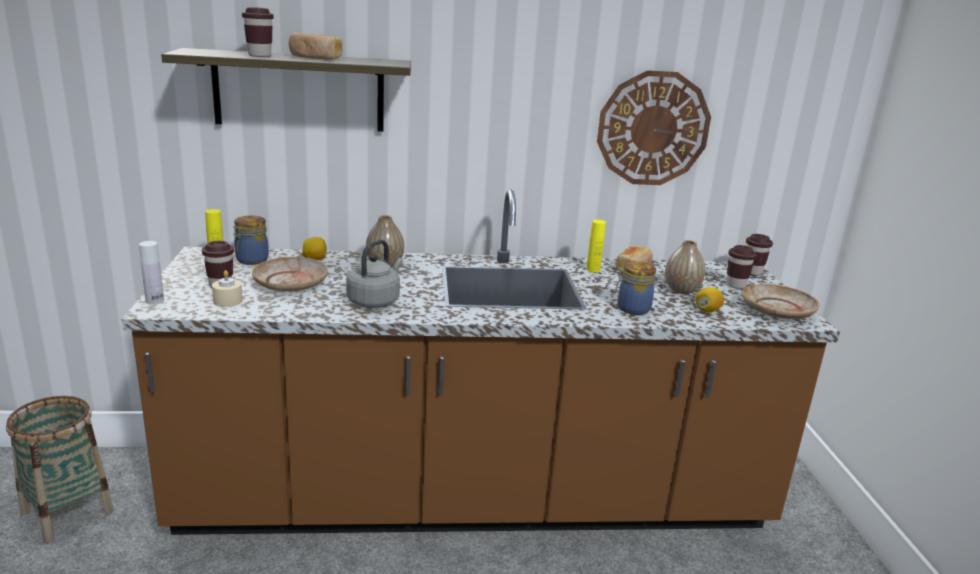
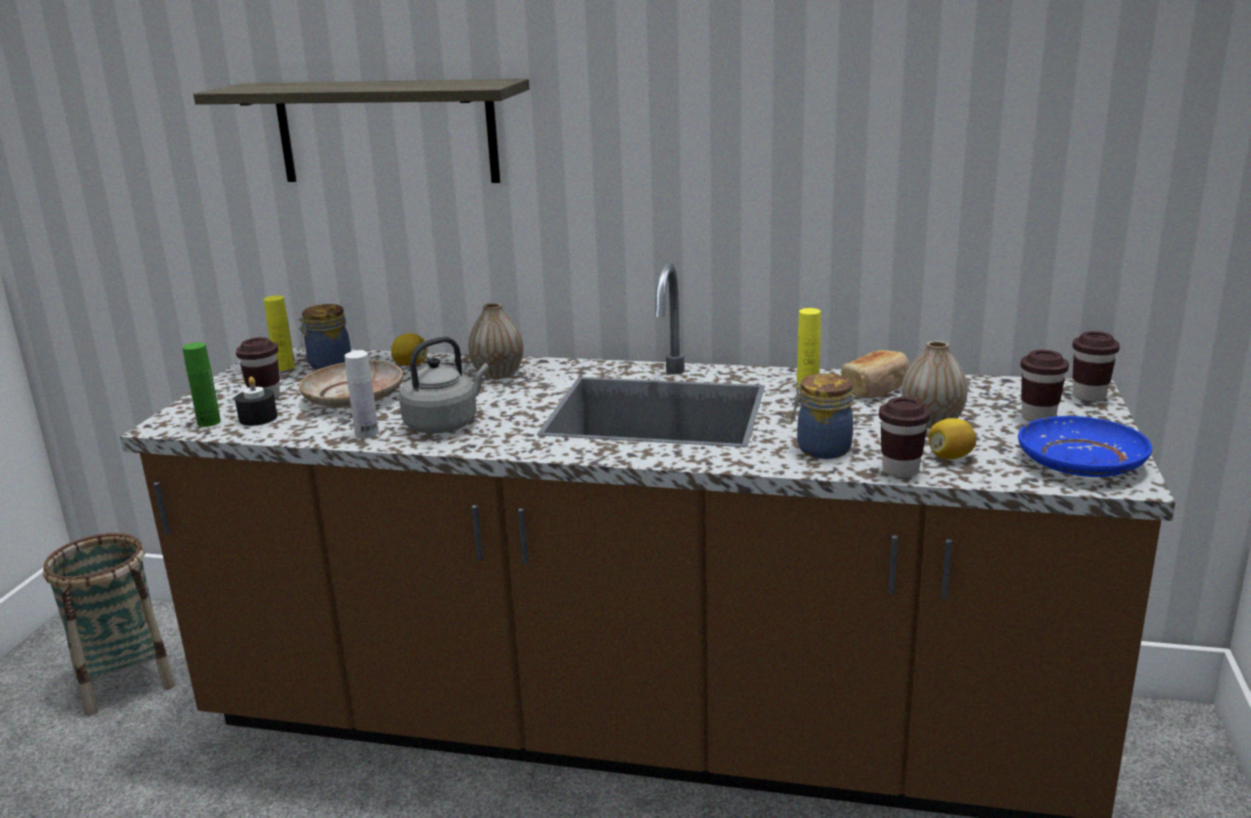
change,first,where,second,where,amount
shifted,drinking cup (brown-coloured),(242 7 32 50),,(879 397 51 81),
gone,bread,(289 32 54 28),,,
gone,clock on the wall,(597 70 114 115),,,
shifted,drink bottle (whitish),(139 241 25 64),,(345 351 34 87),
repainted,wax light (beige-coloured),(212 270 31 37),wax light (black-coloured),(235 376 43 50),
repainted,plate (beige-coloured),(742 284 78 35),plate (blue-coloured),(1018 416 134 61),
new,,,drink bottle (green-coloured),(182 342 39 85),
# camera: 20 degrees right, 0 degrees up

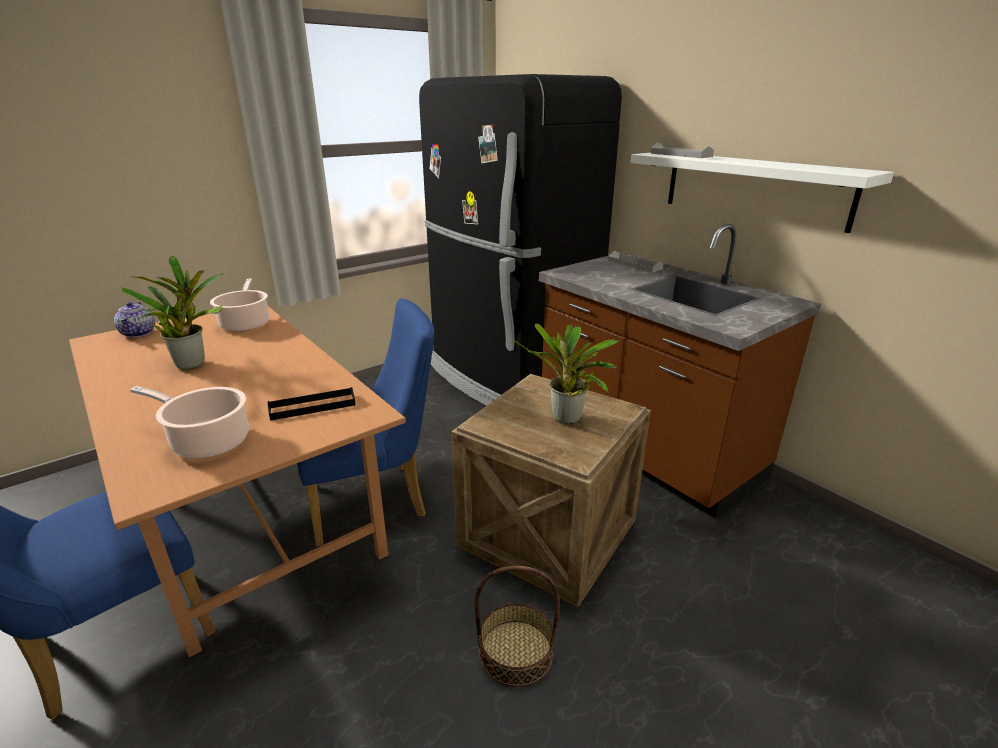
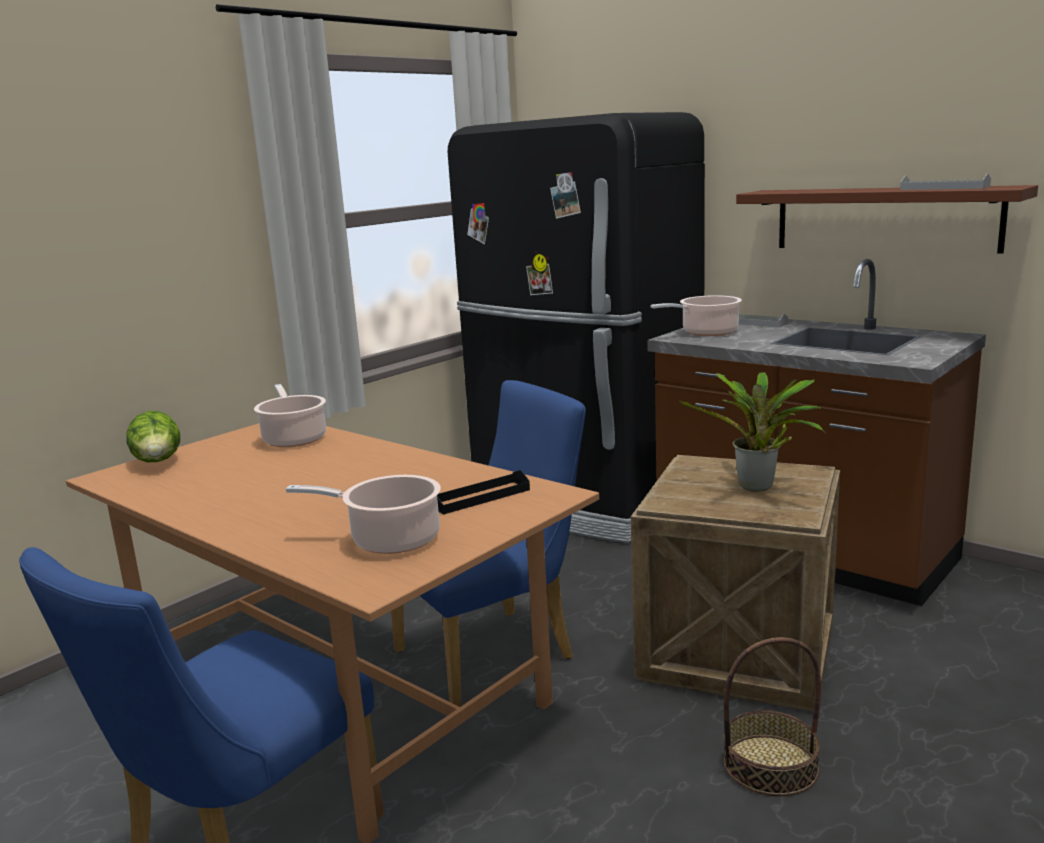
change,first,where,second,where,amount
shifted,carrying tray (gray),(651 142 63 16),,(900 173 91 17),
repainted,wall shelf (whitish),(630 153 264 80),wall shelf (brown-coloured),(736 185 302 69),
gone,houseplant,(121 256 102 114),,,
swapped,tea pot,(114 301 41 37),lettuce head,(126 411 54 51),
new,,,saucepot,(650 295 92 41),
# camera: 10 degrees left, 10 degrees down

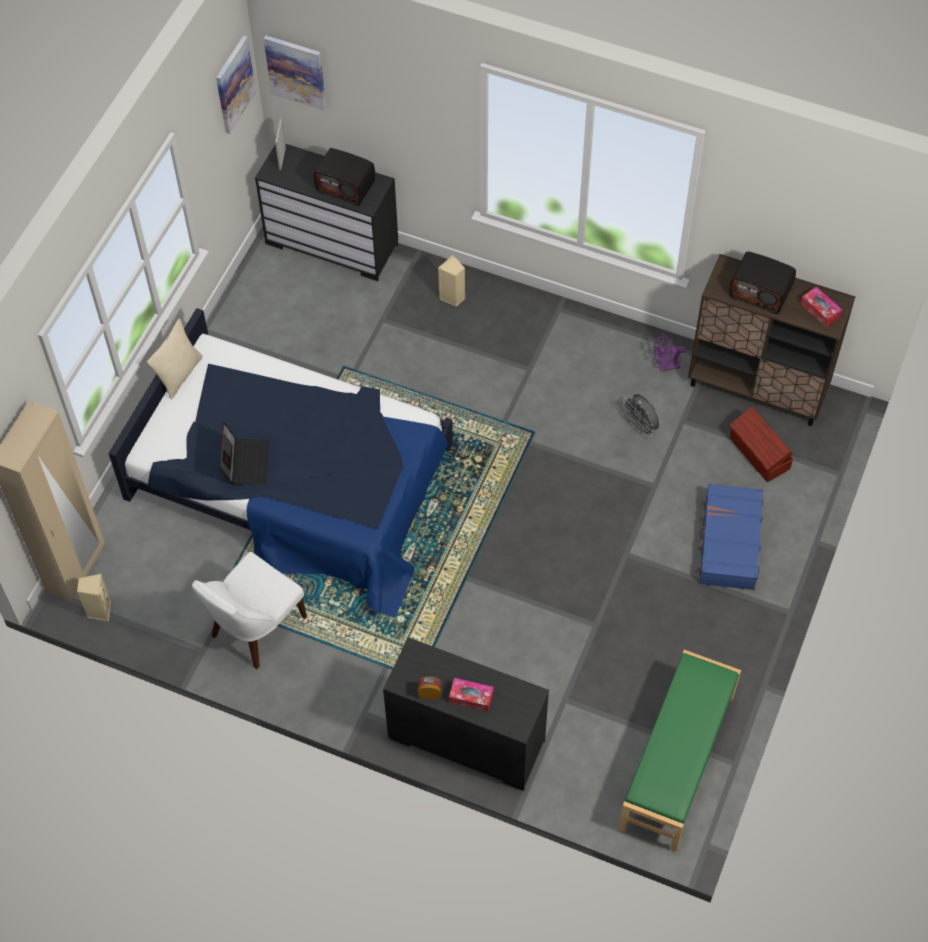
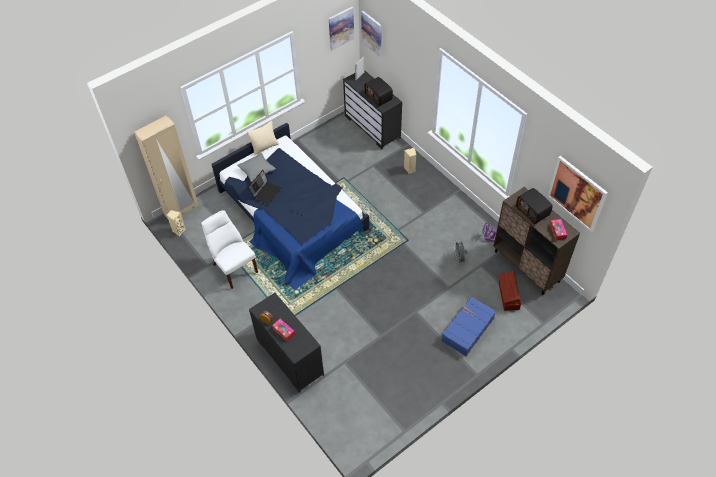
change,first,where,second,where,amount
rotated,upright chair (whitish),(192 552 115 117),,(201 210 57 79),75 degrees clockwise
gone,indoor bench (green-coloured),(619 650 122 202),,,
new,,,pillow (gray),(237 152 39 30),
new,,,wall picture,(547 156 61 76),
# camera: 30 degrees right, 5 degrees down

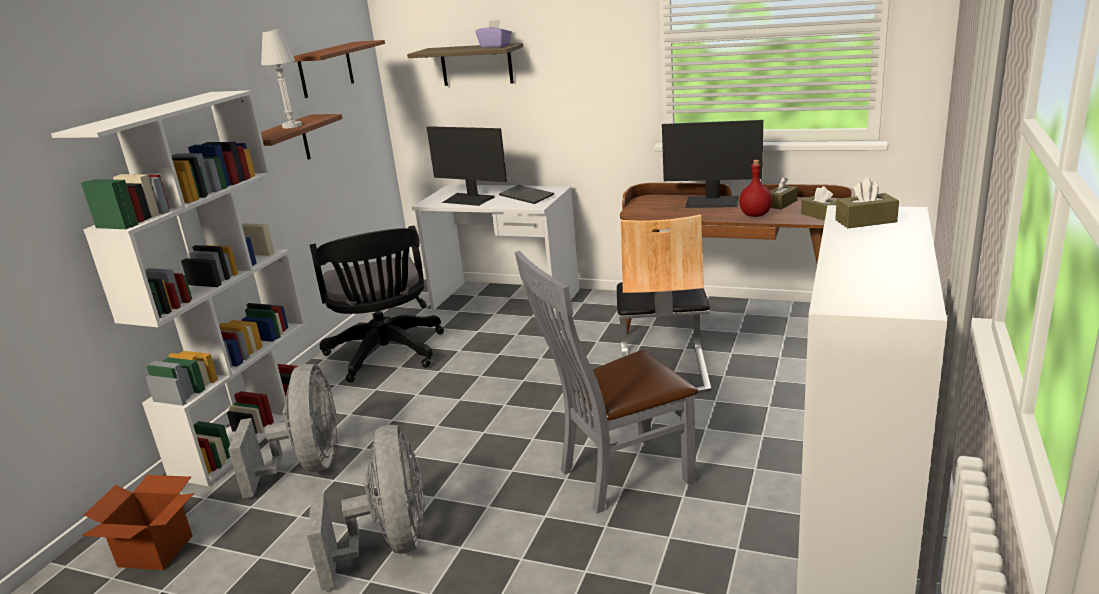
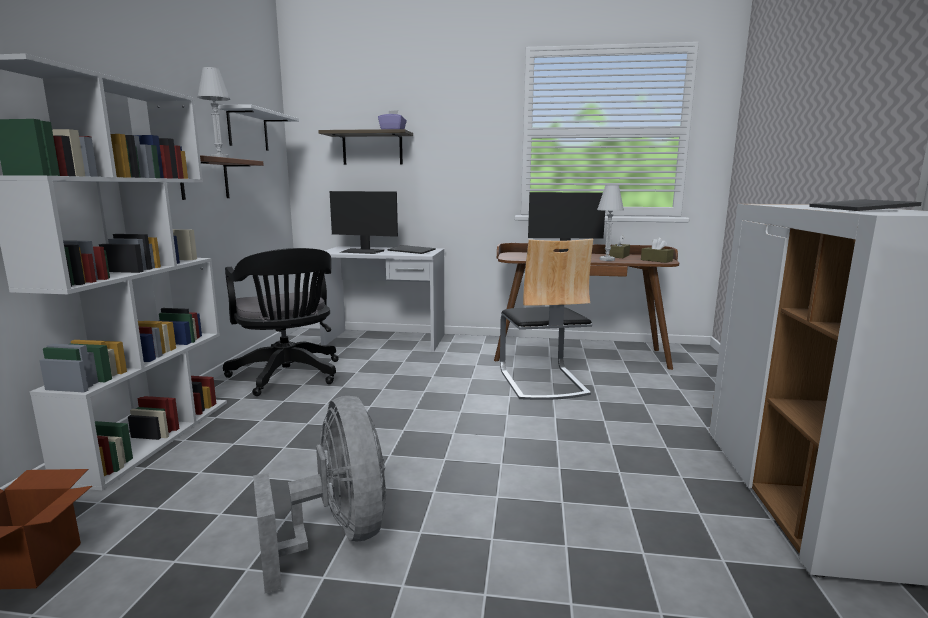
change,first,where,second,where,amount
repainted,wall shelf (brown-coloured),(293 40 92 58),wall shelf (whitish),(218 104 81 47),
swapped,drink bottle (red),(739 160 33 57),lamp for a table (whitish),(597 185 27 76),
gone,tissue box (brown-coloured),(835 178 64 50),,,
gone,upright chair (gray),(515 251 183 262),,,
gone,electric fan (gray),(228 364 109 134),,,
new,,,PC keyboard,(809 199 112 12),
# camera: 15 degrees left, 10 degrees down

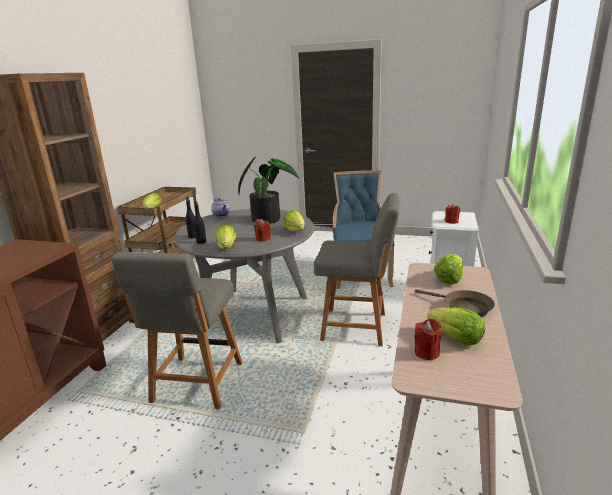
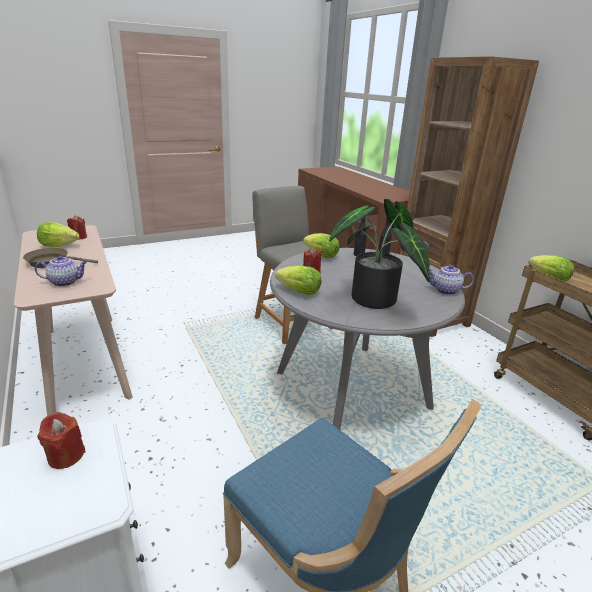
change,first,where,second,where,amount
gone,upright chair (gray),(314 193 85 153),,,
swapped,lettuce head,(434 254 29 30),tea pot,(35 255 52 32),
# camera: 135 degrees right, 5 degrees up

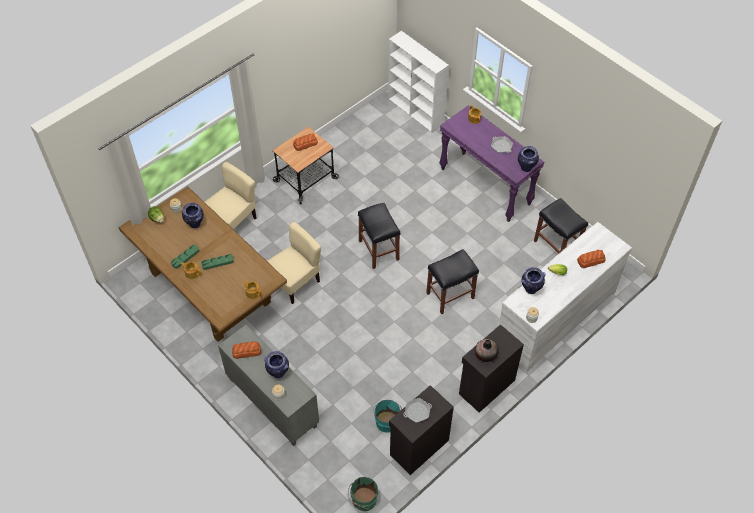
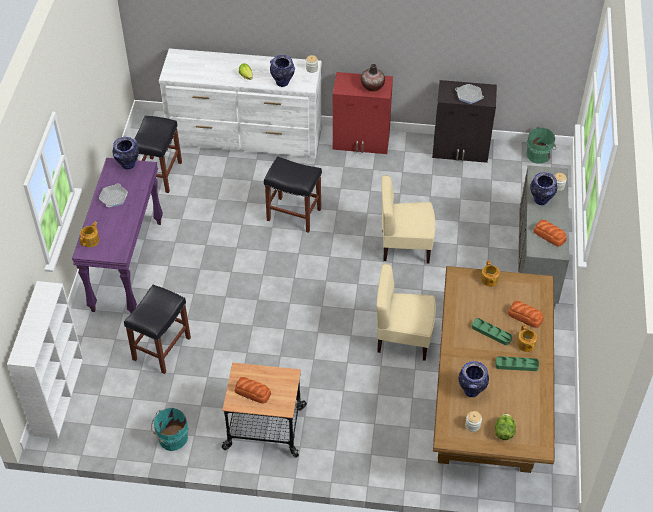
change,first,where,second,where,amount
shifted,upright chair (beige-coloured),(205 161 52 69),,(382 175 53 88),
shifted,sitting stool (black-coloured),(358 203 43 66),,(124 285 67 89),
shifted,bread,(577 250 28 18),,(508 301 35 27),
repainted,cabinet (black-coloured),(459 324 65 89),cabinet (red),(333 72 60 82),
shifted,water bucket (turquoise-coloured),(373 400 29 33),,(151 408 37 43),
# camera: 130 degrees left, 5 degrees down

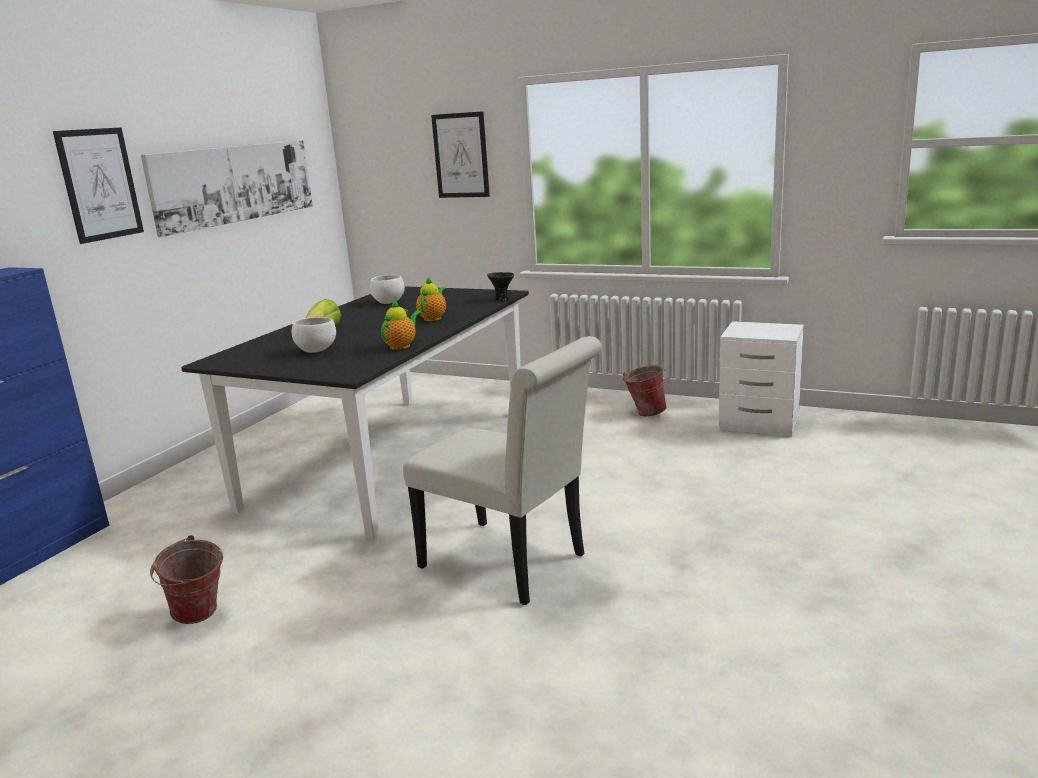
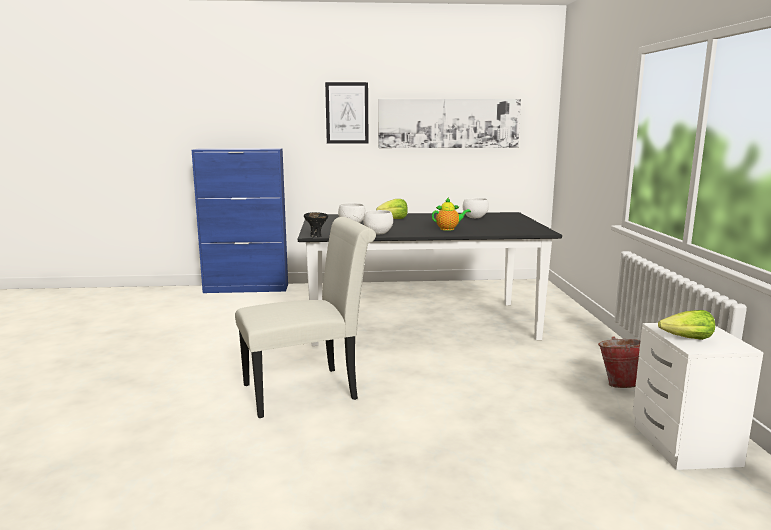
change,first,where,second,where,amount
gone,wall picture,(431 111 59 87),,,
shifted,deep dish (black-coloured),(487 272 27 29),,(304 212 24 25),
swapped,tea pot,(381 299 40 51),deep dish (whitish),(363 210 30 25),
rotated,upright chair (whitish),(403 336 199 269),,(235 217 141 201),120 degrees counterclockwise
gone,water bucket,(150 535 73 89),,,
new,,,lettuce head,(658 310 57 30),
# camera: 60 degrees right, 5 degrees down

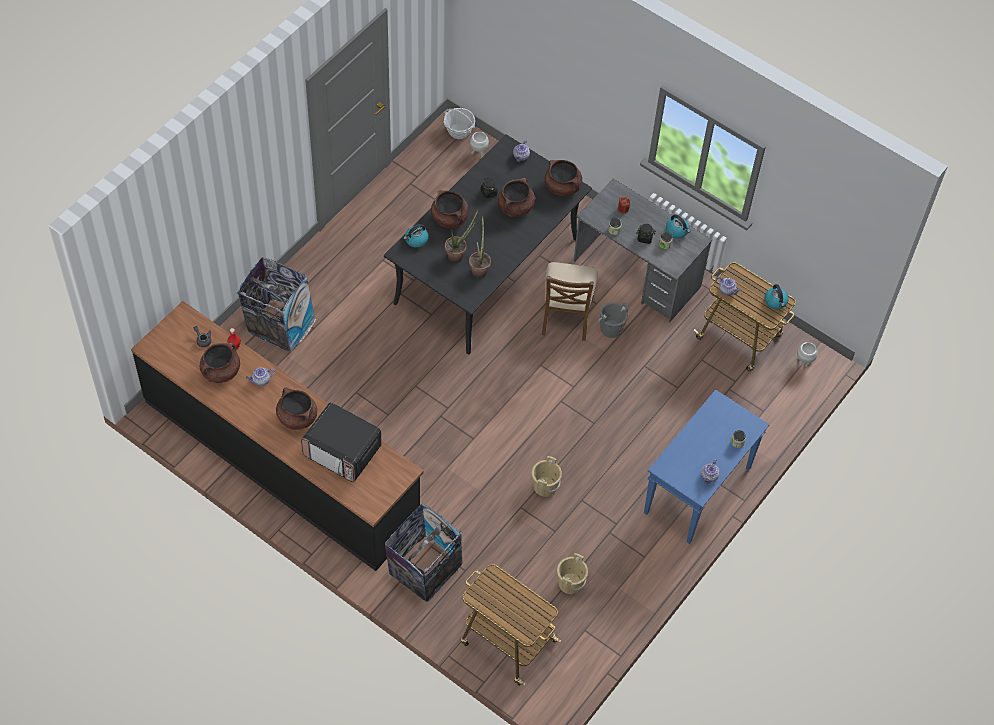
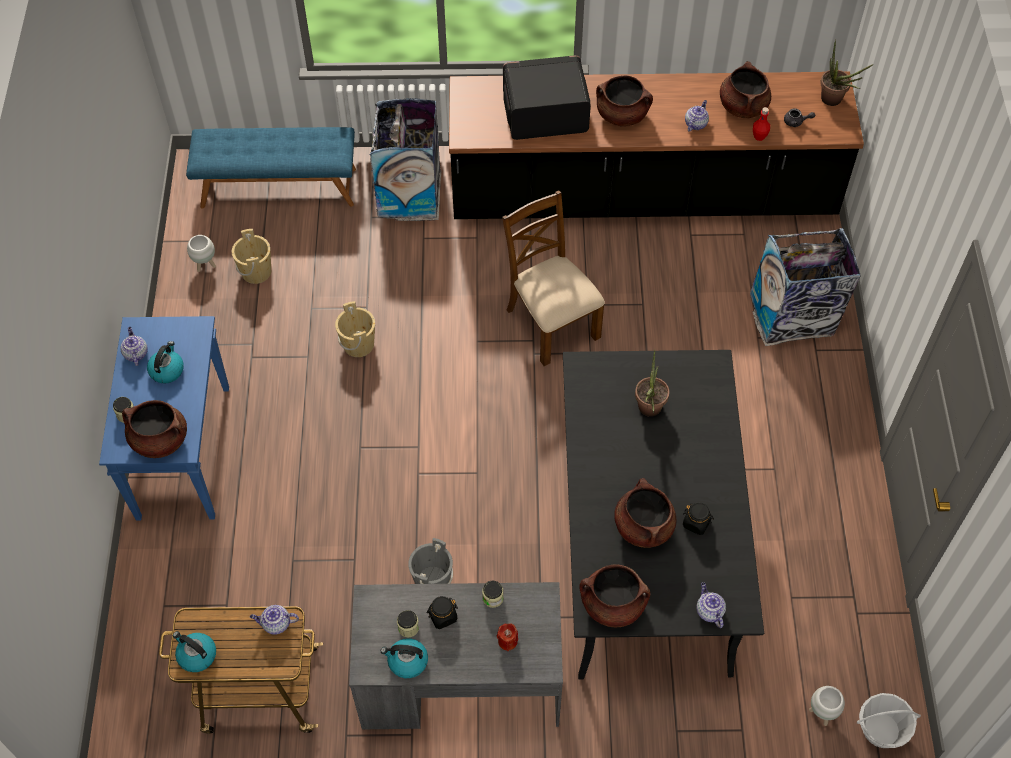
change,first,where,second,where,amount
shifted,saucepot (brown-coloured),(431 190 38 38),,(122 400 65 58),
shifted,houseplant,(469 216 22 62),,(820 39 53 67),
shifted,kettle,(403 224 26 24),,(147 341 37 43),
shifted,upright chair (brown-coloured),(542 262 56 79),,(502 190 103 176),
shifted,plant pot (whitish),(797 342 21 28),,(187 235 29 37),
swapped,trolley,(461 564 100 122),indoor bench (blue-coloured),(186 127 170 82),
# camera: 145 degrees right, 0 degrees up

